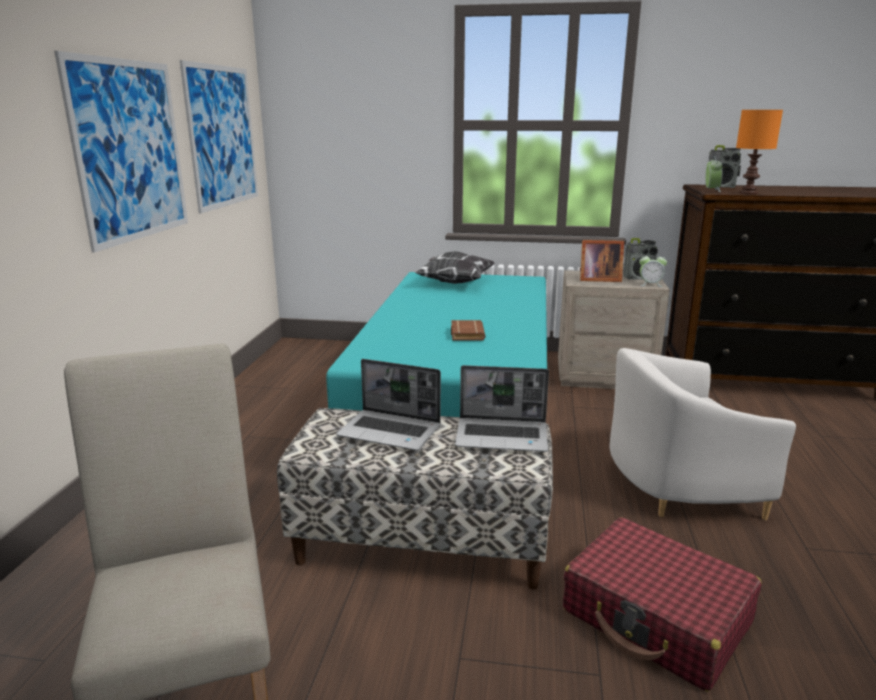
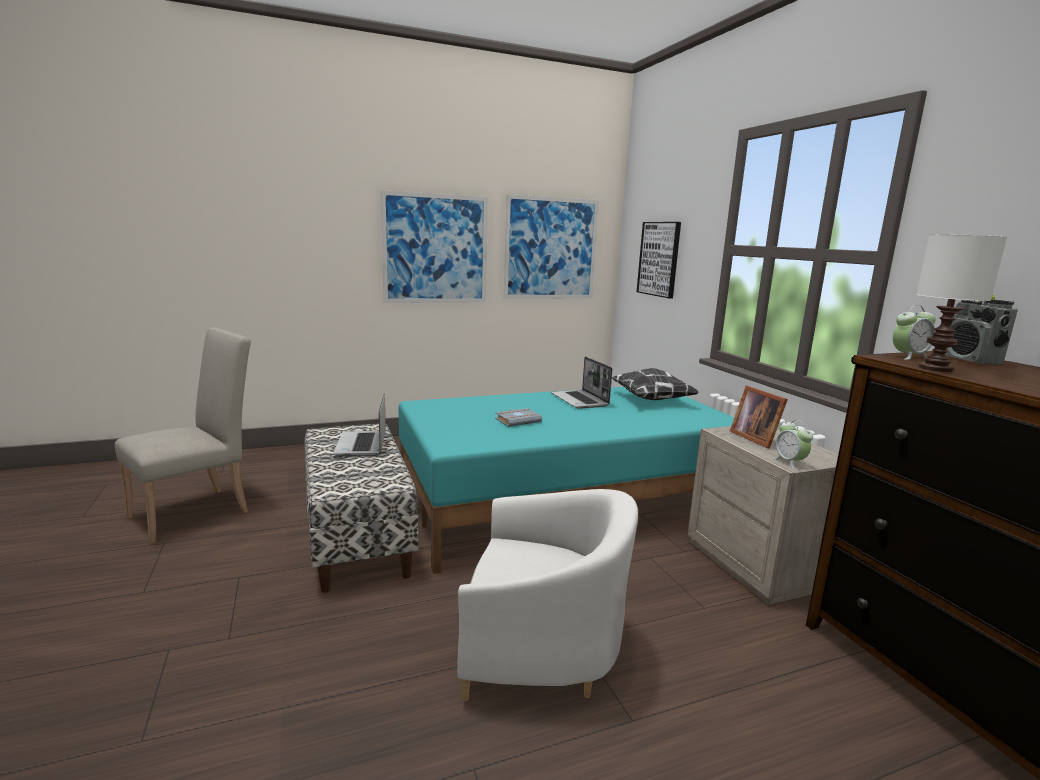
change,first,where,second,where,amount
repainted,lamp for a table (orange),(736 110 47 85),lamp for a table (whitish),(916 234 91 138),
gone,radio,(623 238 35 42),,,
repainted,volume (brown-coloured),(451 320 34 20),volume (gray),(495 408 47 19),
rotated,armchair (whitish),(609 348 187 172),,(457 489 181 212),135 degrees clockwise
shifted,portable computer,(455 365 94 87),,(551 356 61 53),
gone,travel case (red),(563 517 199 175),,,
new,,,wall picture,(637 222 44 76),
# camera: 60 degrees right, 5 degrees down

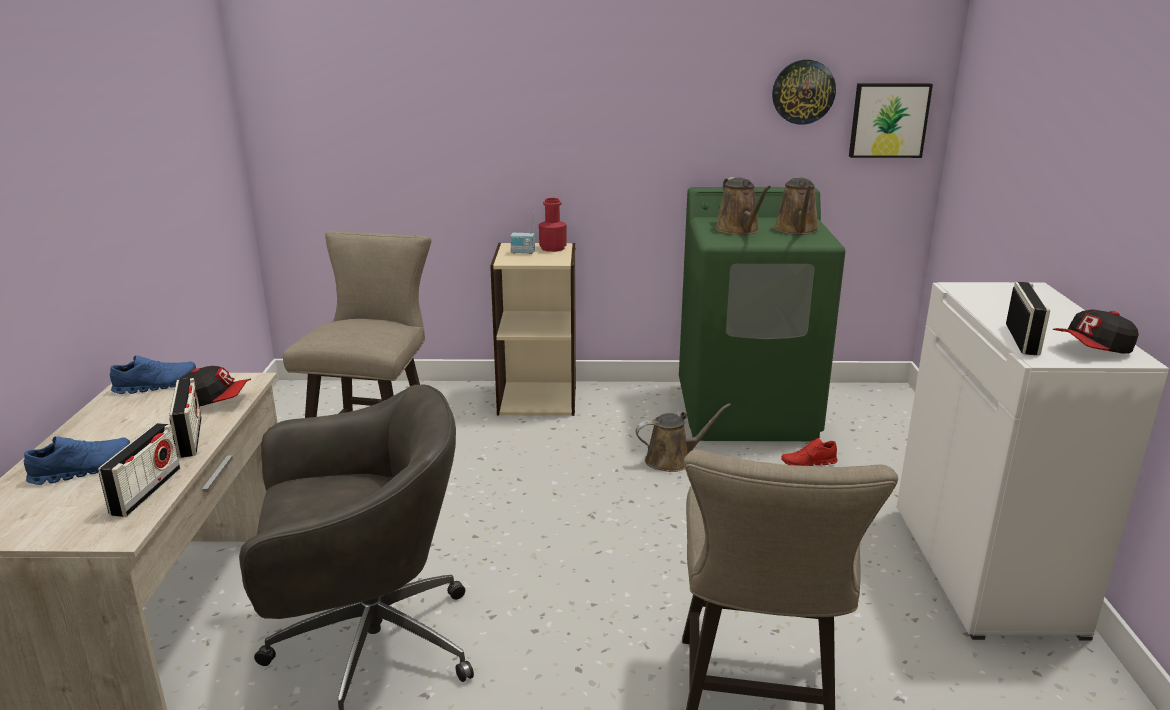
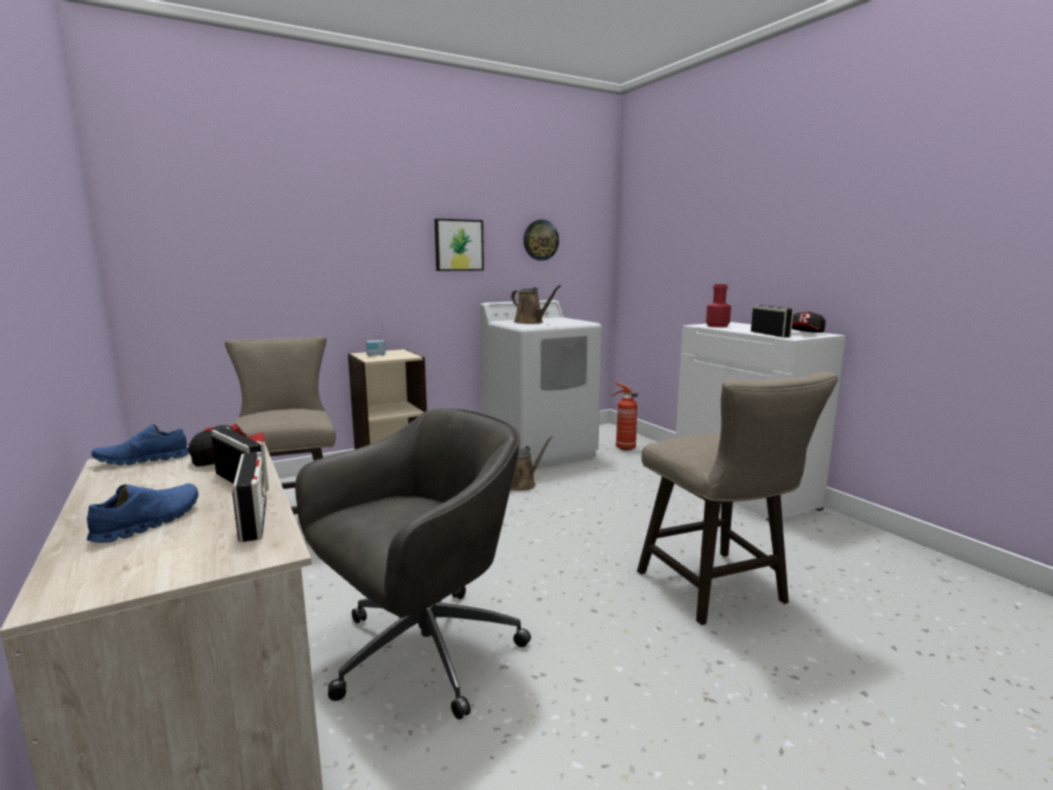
change,first,where,second,where,amount
shifted,wall picture,(849 83 84 75),,(435 219 49 52),
gone,watering pot (brown-coloured),(774 177 45 58),,,
repainted,laundry appliance (green-coloured),(679 187 166 254),laundry appliance (whitish),(480 300 122 169),
shifted,drink bottle (red),(539 198 28 54),,(706 284 25 43),
rotated,item of footwear (blue-coloured),(110 355 86 39),,(92 424 97 41),150 degrees counterclockwise
gone,item of footwear (red),(781 438 57 28),,,
new,,,fire extinguisher,(611 382 27 68),
# camera: 30 degrees left, 10 degrees down

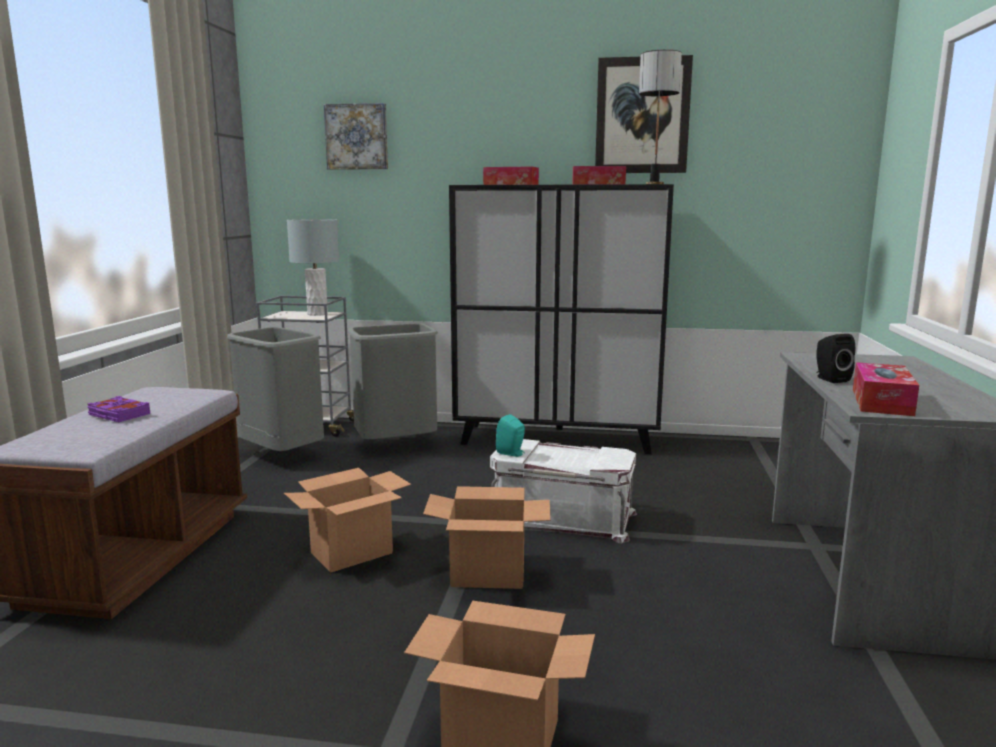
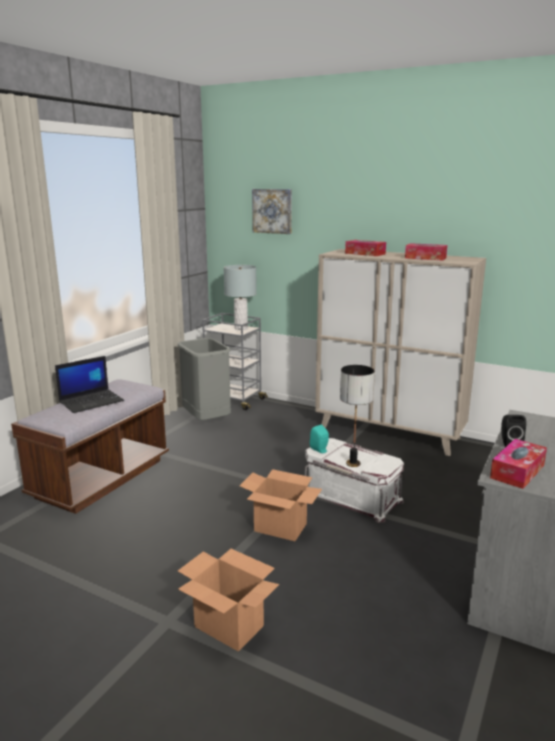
change,first,where,second,where,amount
shifted,lamp for a table,(639 50 43 134),,(340 365 35 102),
gone,wall picture,(595 55 98 118),,,
repainted,cabinet (black-coloured),(449 184 225 270),cabinet (beige-coloured),(315 249 171 207),
gone,rubbish bin (gray),(347 323 91 116),,,
swapped,volume (purple-coloured),(87 396 63 26),portable computer,(55 356 69 57),
gone,cardboard box,(284 468 127 104),,,
# camera: 20 degrees right, 5 degrees up

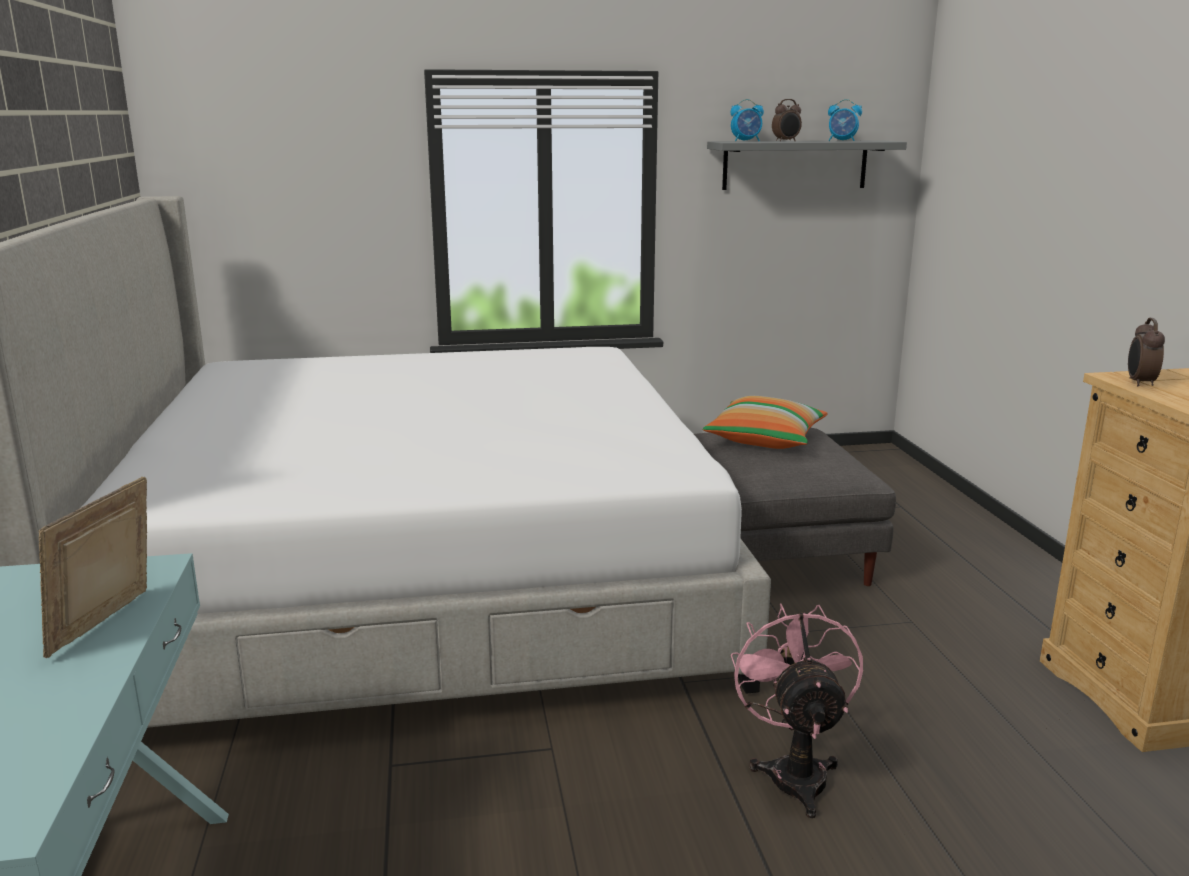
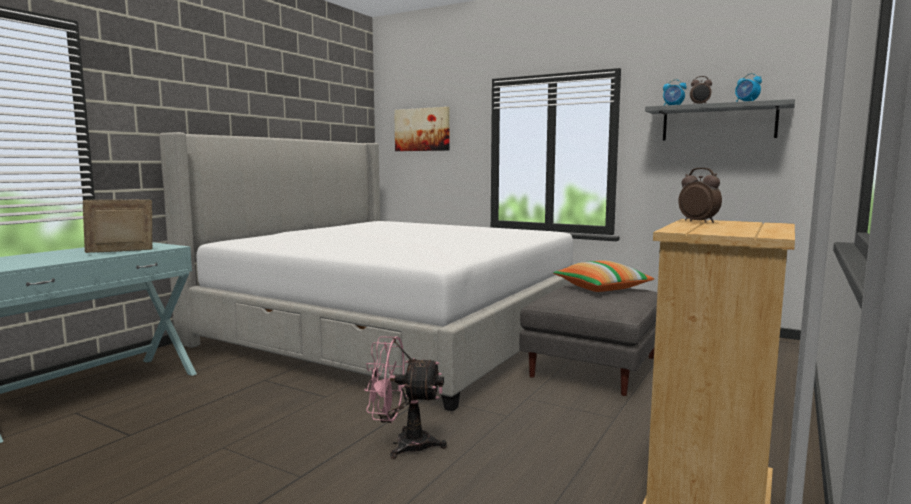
change,first,where,second,where,amount
rotated,alarm clock,(1128 318 37 69),,(678 168 44 55),90 degrees clockwise
rotated,electric fan (pinkish),(731 603 132 215),,(364 336 83 123),120 degrees counterclockwise
new,,,wall picture,(394 107 56 44),
# camera: 40 degrees right, 10 degrees down

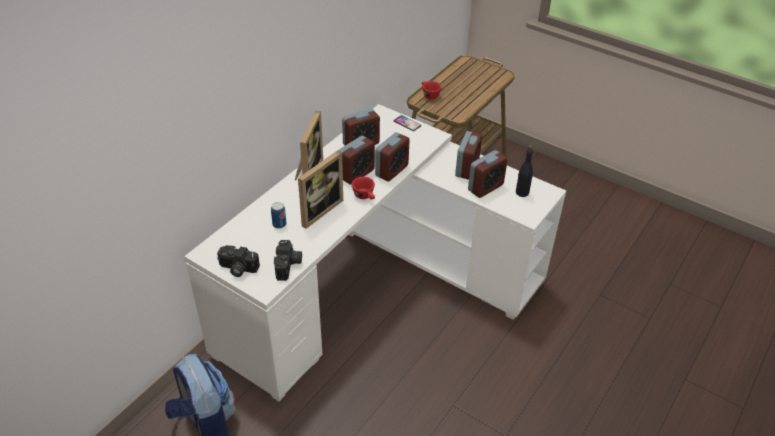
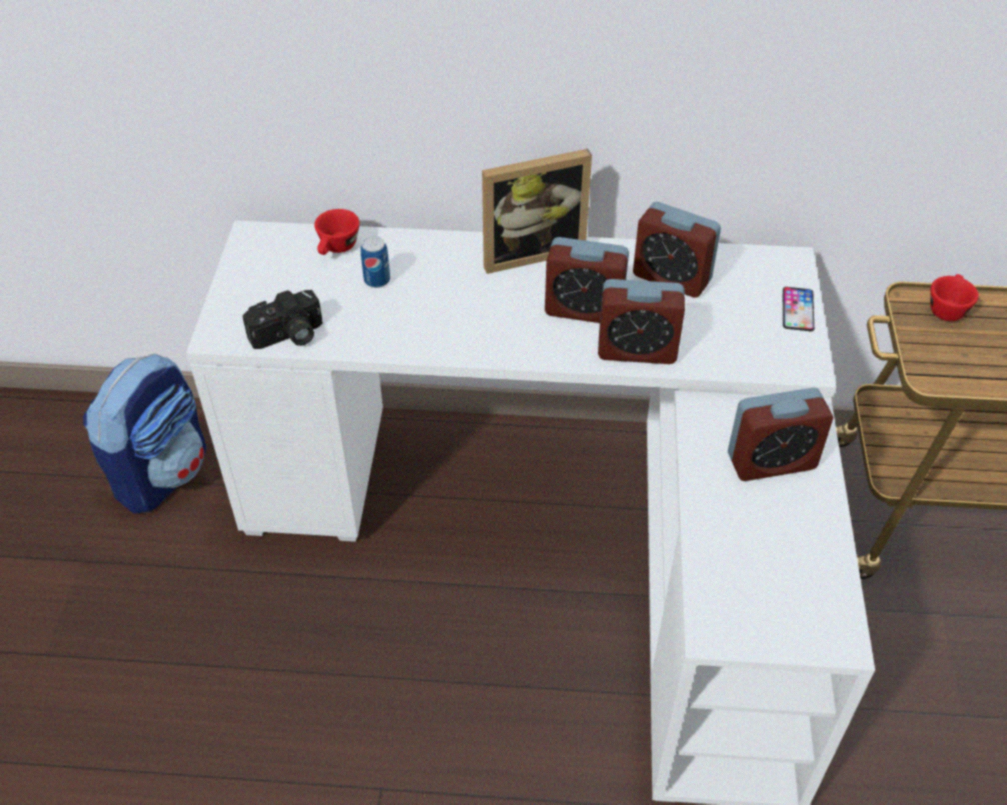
change,first,where,second,where,amount
gone,drink bottle (black-coloured),(516 145 17 52),,,
gone,standing frame,(298 150 45 79),,,
gone,alarm clock,(468 150 40 48),,,
shifted,drinking cup (red),(352 177 23 22),,(314 209 46 46),
gone,photo camera,(217 245 43 32),,,
# camera: 60 degrees right, 5 degrees up

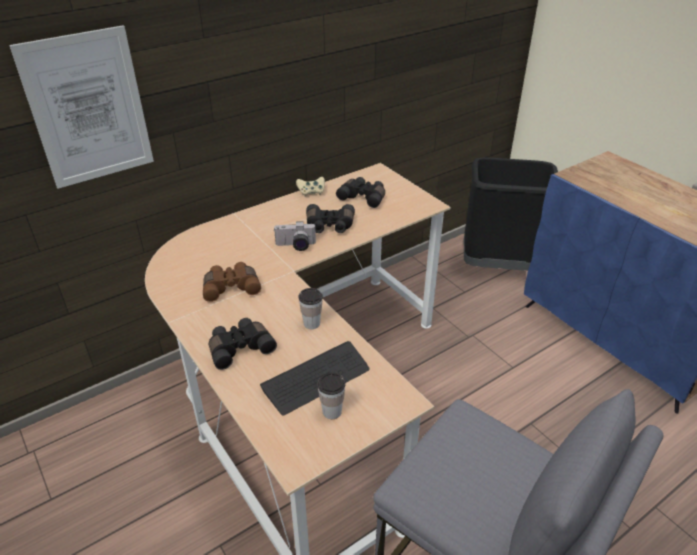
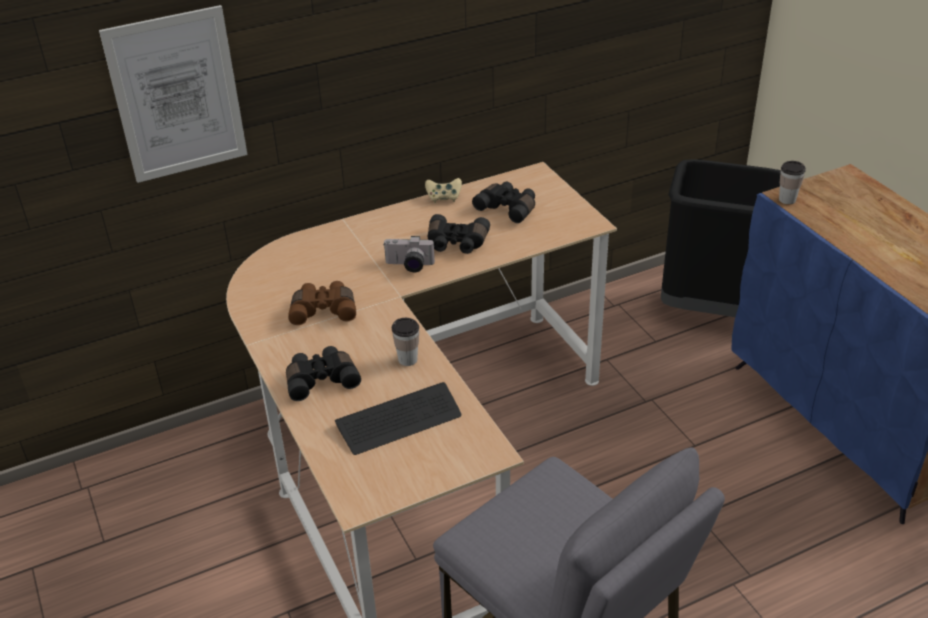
change,first,where,second,where,amount
shifted,drinking cup,(317 372 29 47),,(779 161 27 43),
# camera: 10 degrees right, 0 degrees up

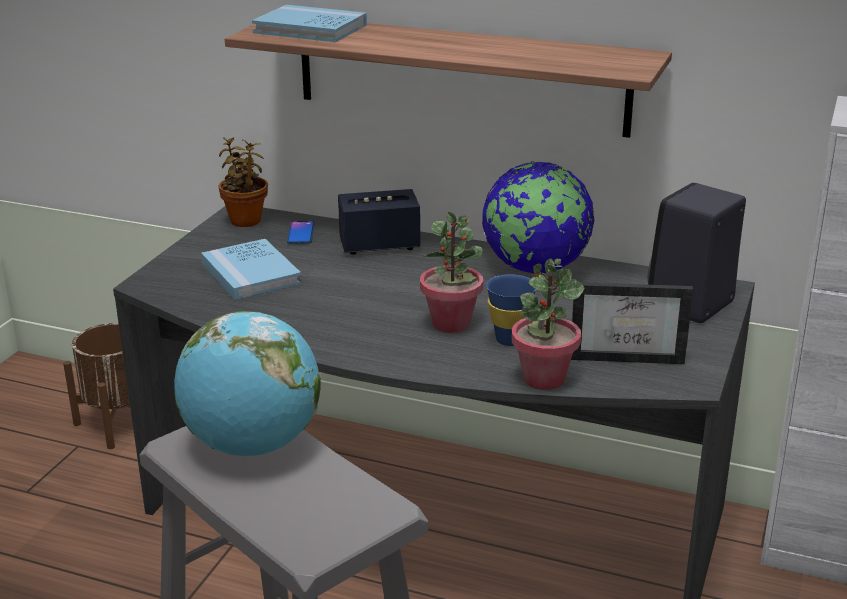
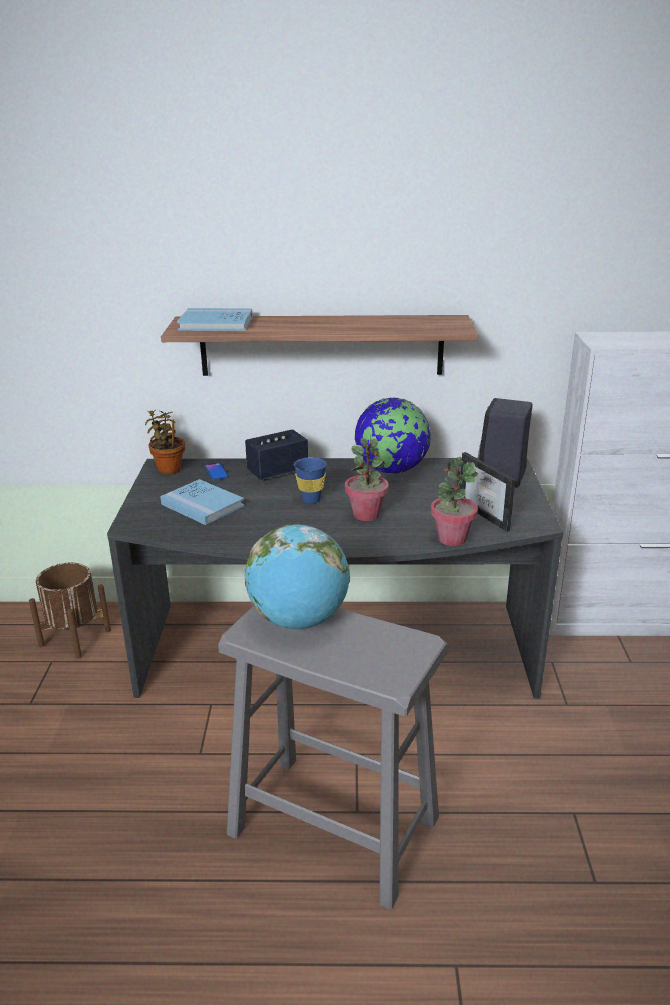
change,first,where,second,where,amount
shifted,drinking cup (blue-coloured),(486 274 50 72),,(294 457 33 47),
rotated,standing frame,(571 282 122 82),,(460 452 55 80),75 degrees clockwise
# camera: 20 degrees left, 0 degrees up

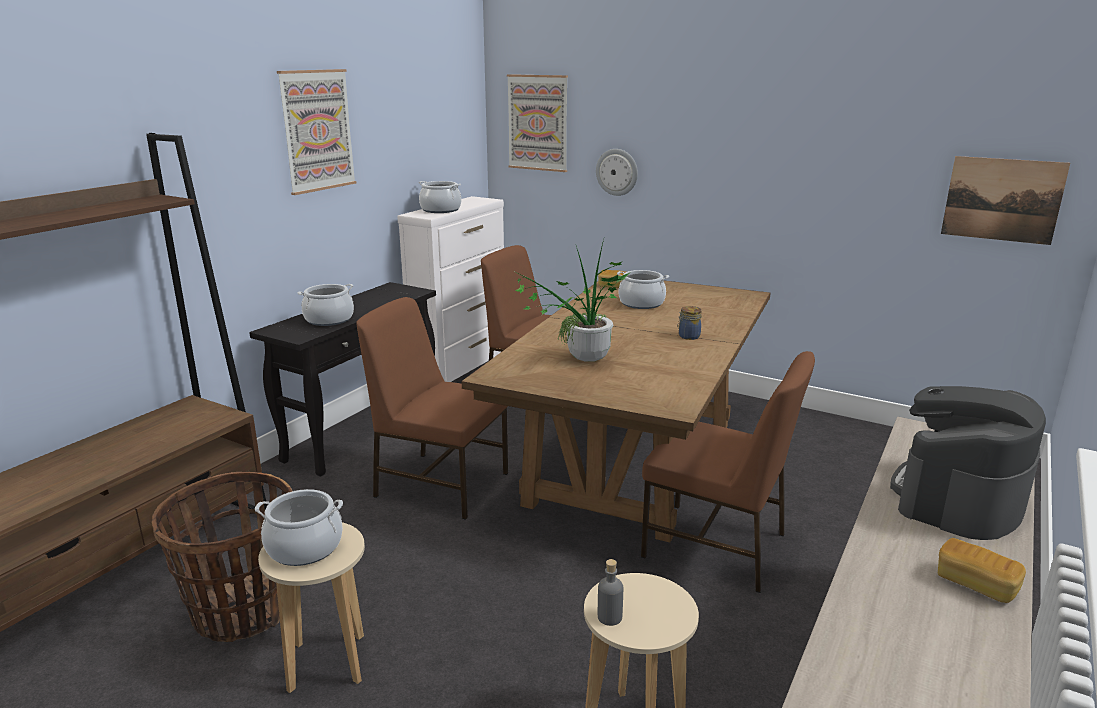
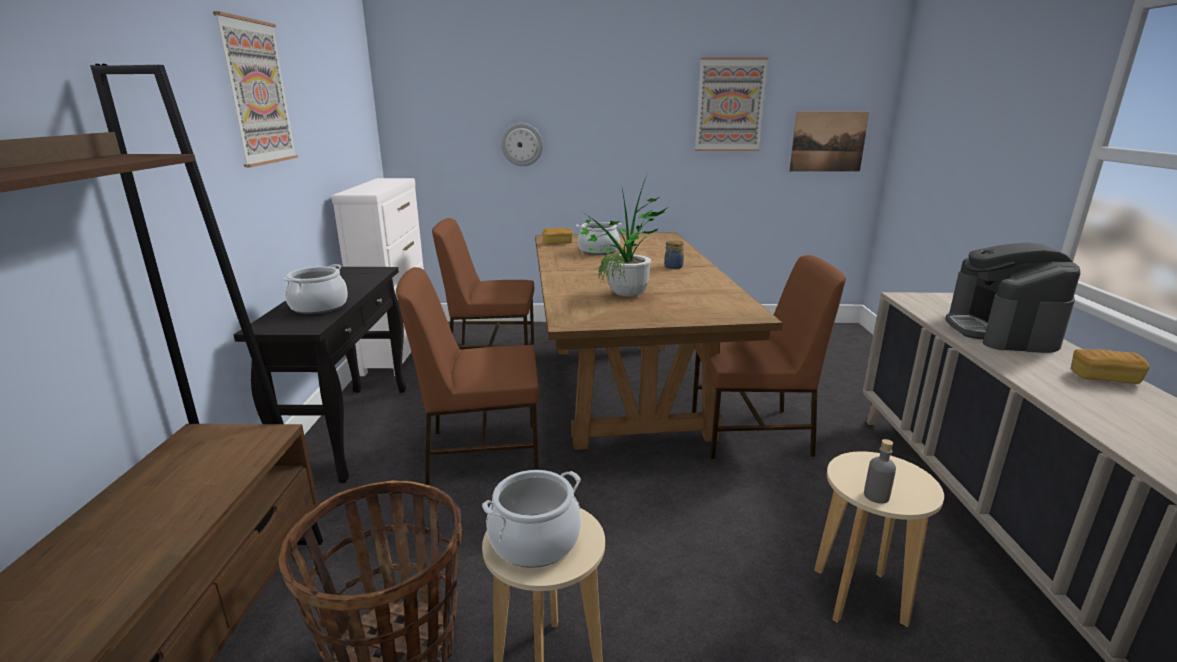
change,first,where,second,where,amount
shifted,wall picture,(507 74 61 98),,(695 58 73 93),
gone,saucepot,(418 181 43 32),,,
# camera: 30 degrees left, 0 degrees up

